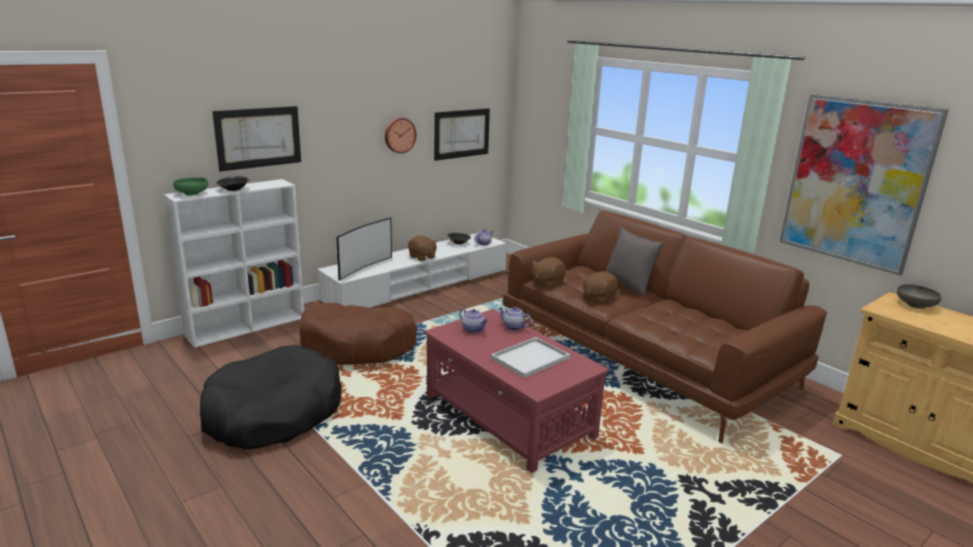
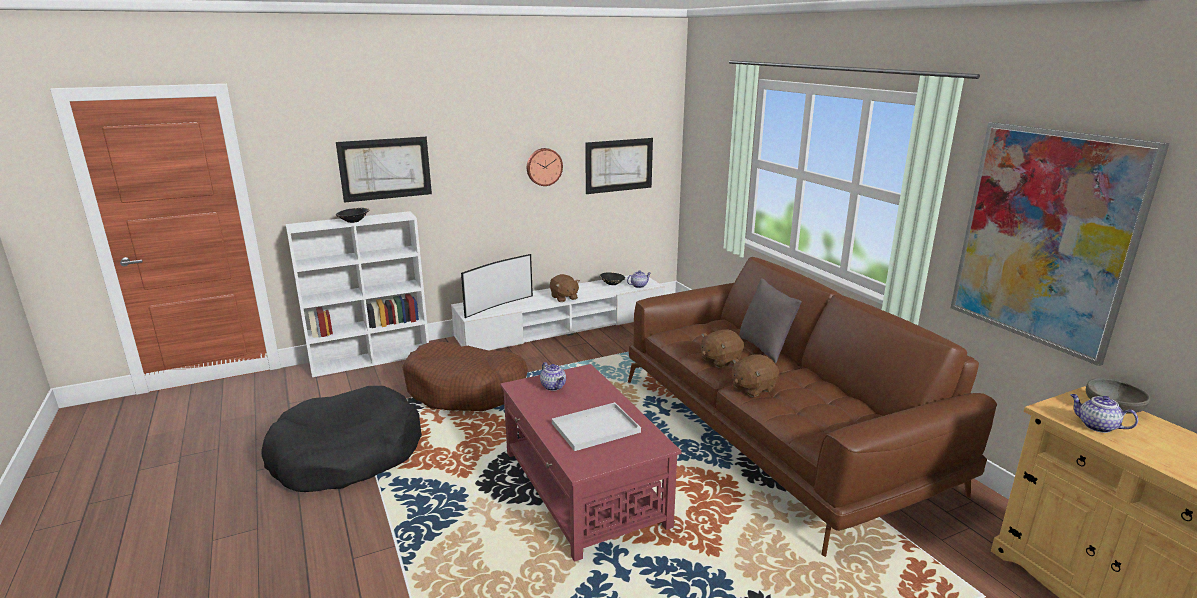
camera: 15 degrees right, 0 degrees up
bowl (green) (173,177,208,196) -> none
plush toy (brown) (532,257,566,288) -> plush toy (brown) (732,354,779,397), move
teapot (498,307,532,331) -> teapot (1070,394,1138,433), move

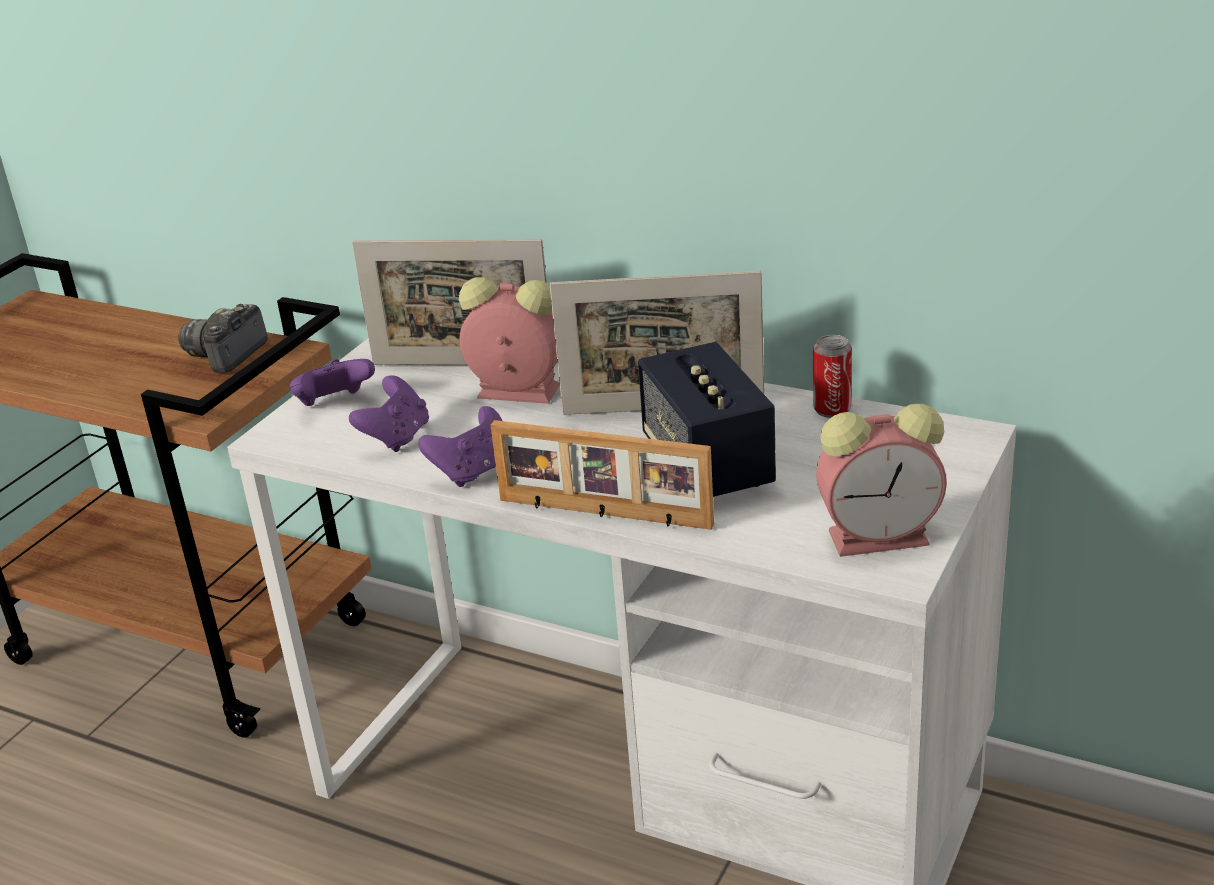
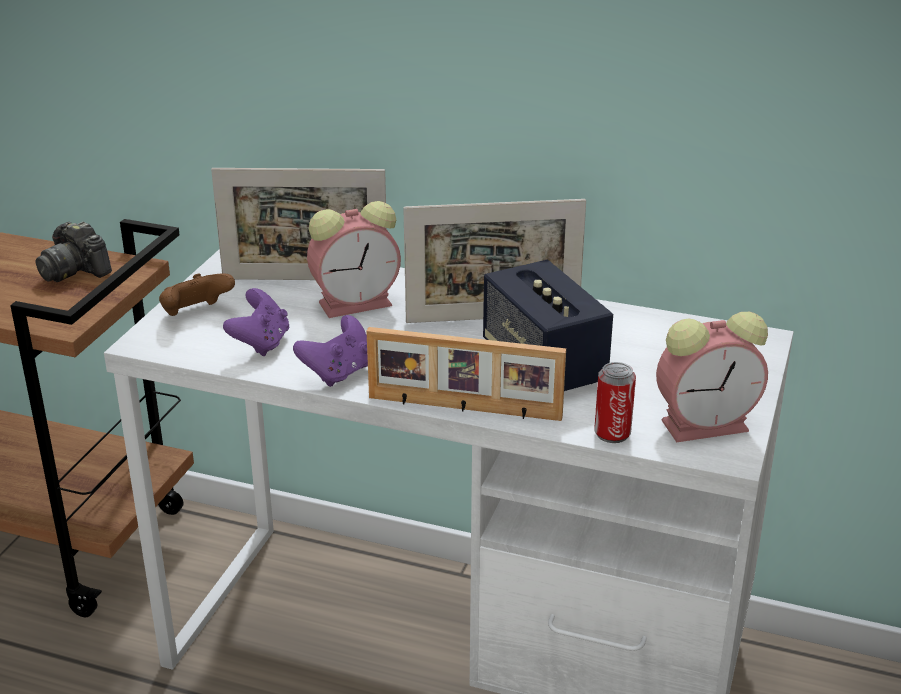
camera: 10 degrees left, 0 degrees up
alarm clock (459,277,560,404) -> alarm clock (307,201,401,318), 150 degrees clockwise
photo camera (178,304,268,373) -> photo camera (35,221,112,282), 60 degrees counterclockwise
can (813,335,852,418) -> can (594,362,636,443), move
game controller (purple) (290,359,375,406) -> game controller (brown) (159,273,235,316)

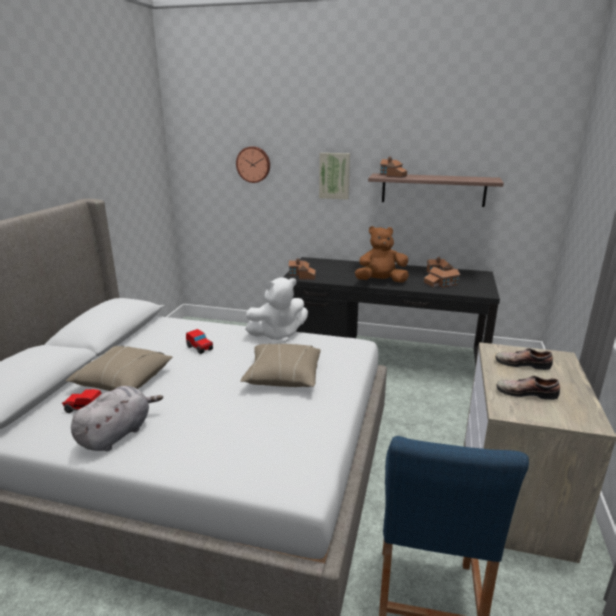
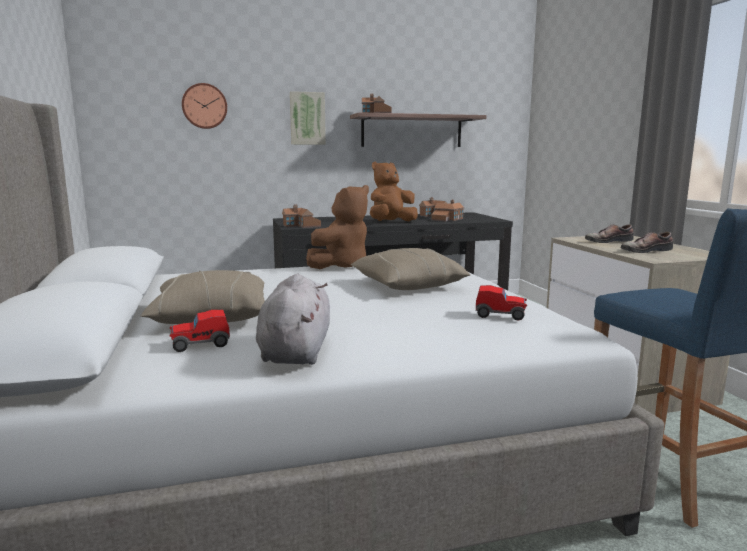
camera: 30 degrees left, 10 degrees down
plush toy (white) (245,277,308,343) -> plush toy (brown) (306,185,369,269)
toy car (186,329,213,354) -> toy car (476,285,527,320), move

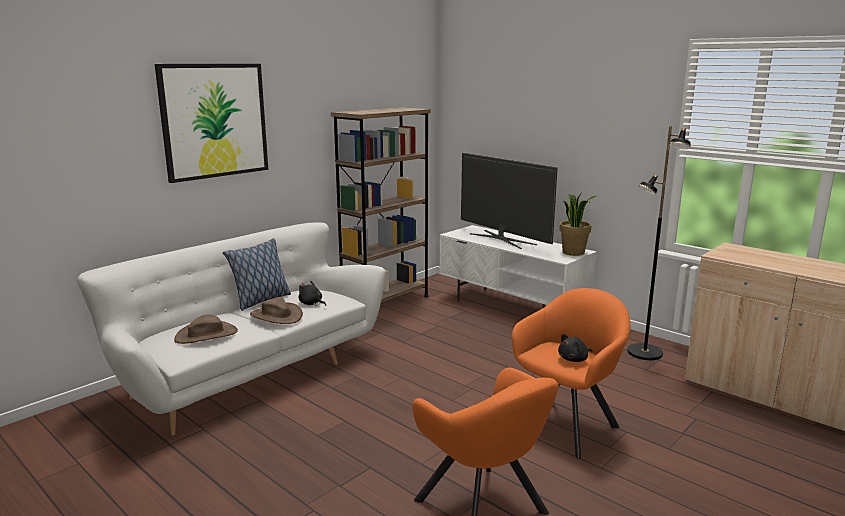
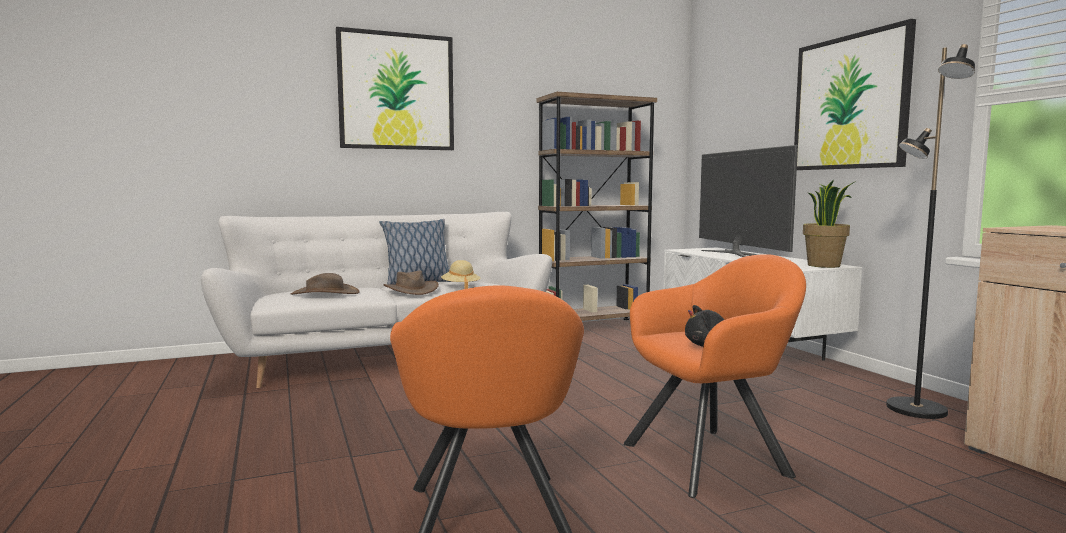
camera: 25 degrees right, 10 degrees down
plush toy (black) (299,281,326,306) -> hat (beige) (441,260,480,289)
none -> picture (794,19,916,170)

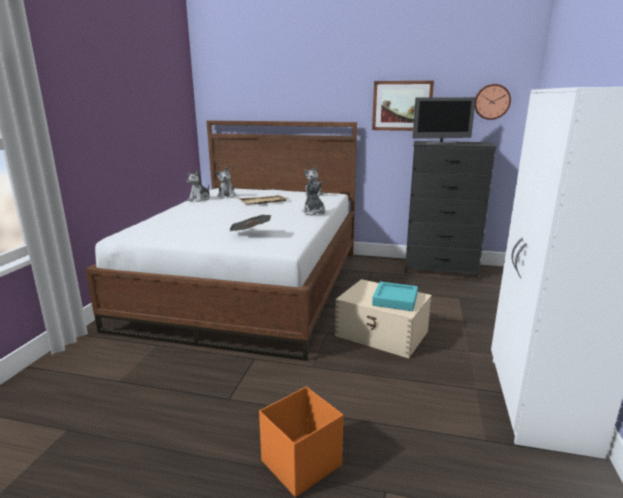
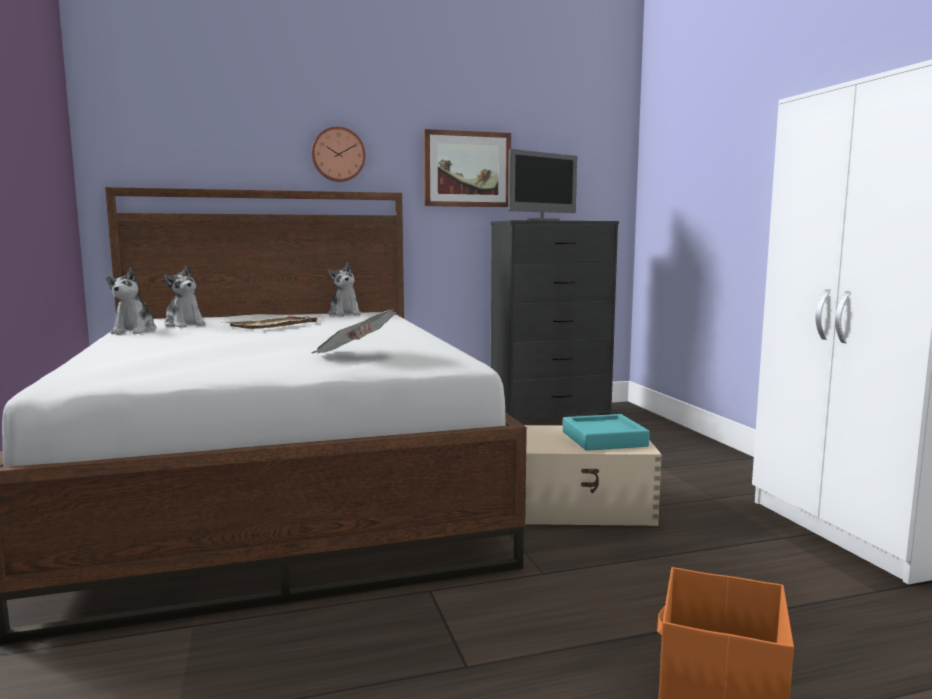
camera: 30 degrees left, 10 degrees down
wall clock (475,84,511,120) -> wall clock (311,126,366,182), move
plush toy (301,178,325,215) -> none

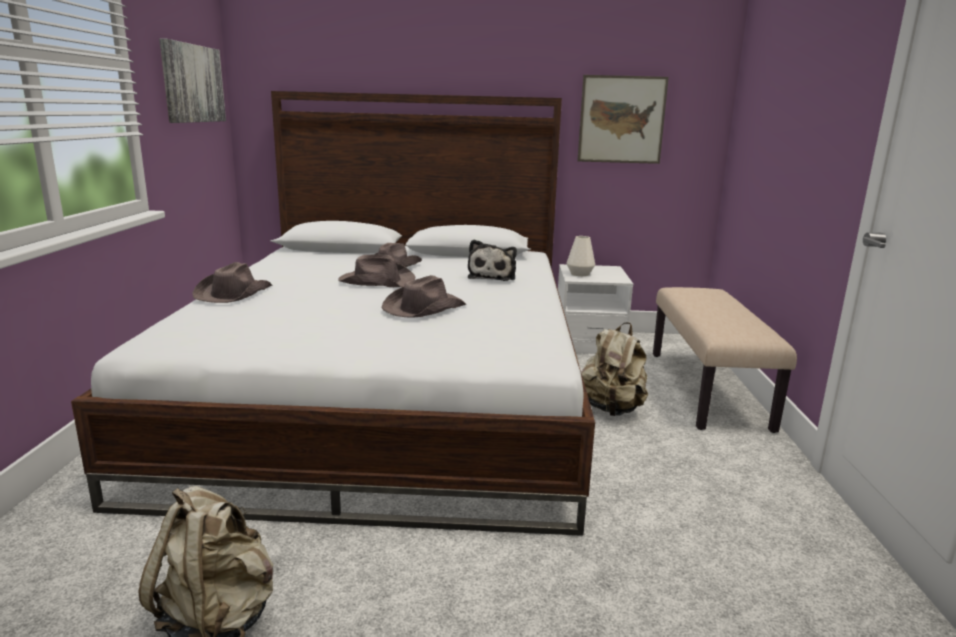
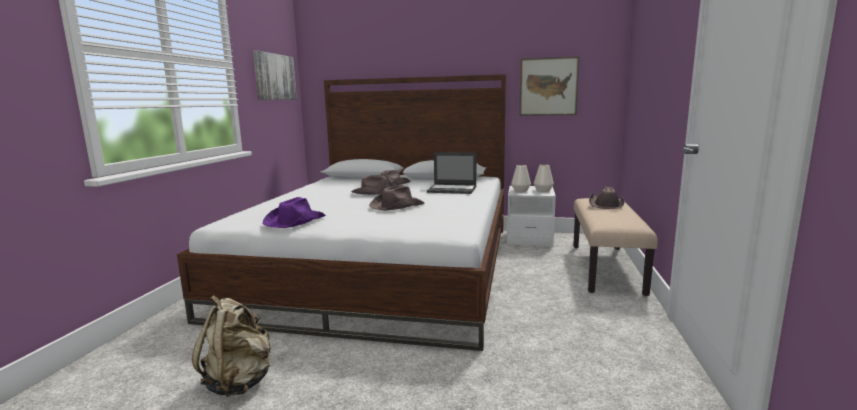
camera: 10 degrees right, 5 degrees down
plush toy (468,240,517,281) -> laptop (427,152,476,194)
hat (brown) (193,262,272,303) -> hat (brown) (589,186,624,209), move
backpack (beige) (581,322,648,416) -> none
none -> vase (white) (534,165,554,192)
none -> hat (purple) (263,197,326,228)

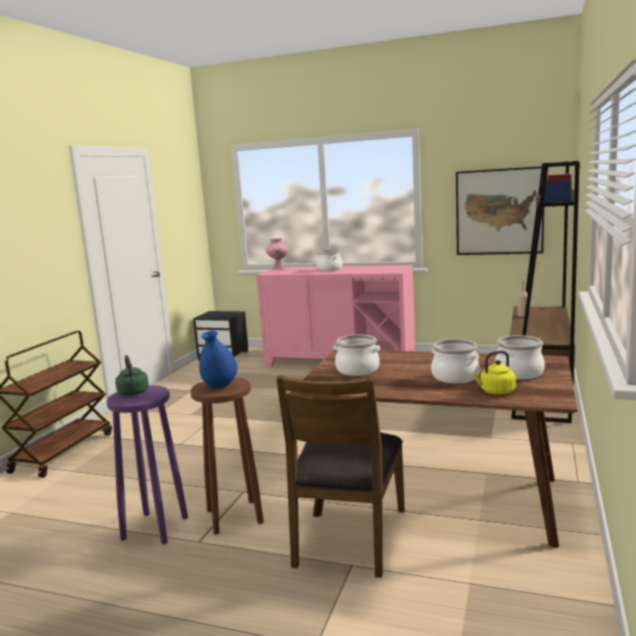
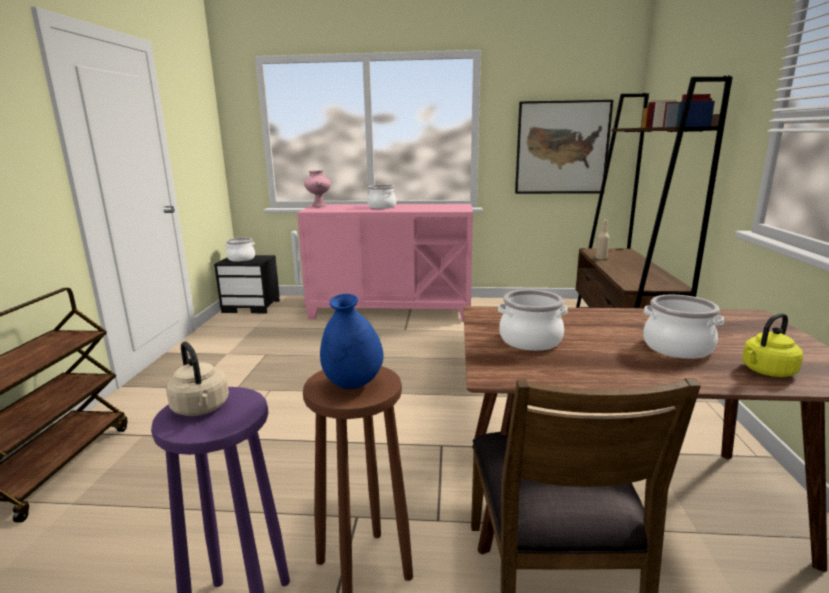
camera: 15 degrees left, 5 degrees up
cooking pot (495,335,545,380) -> cooking pot (225,238,255,262), move
kettle (green) (115,355,149,396) -> kettle (beige) (166,342,229,416)

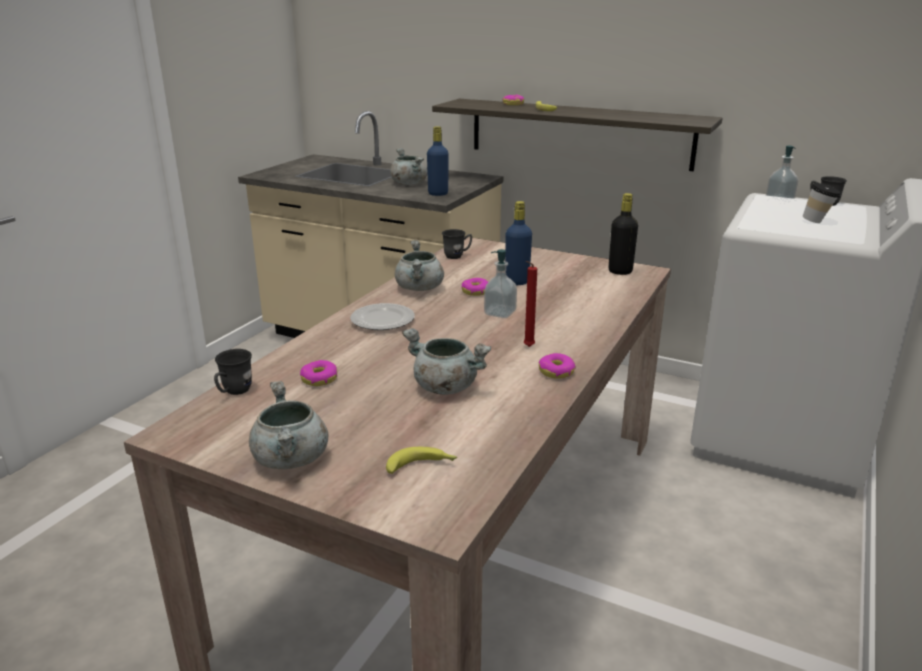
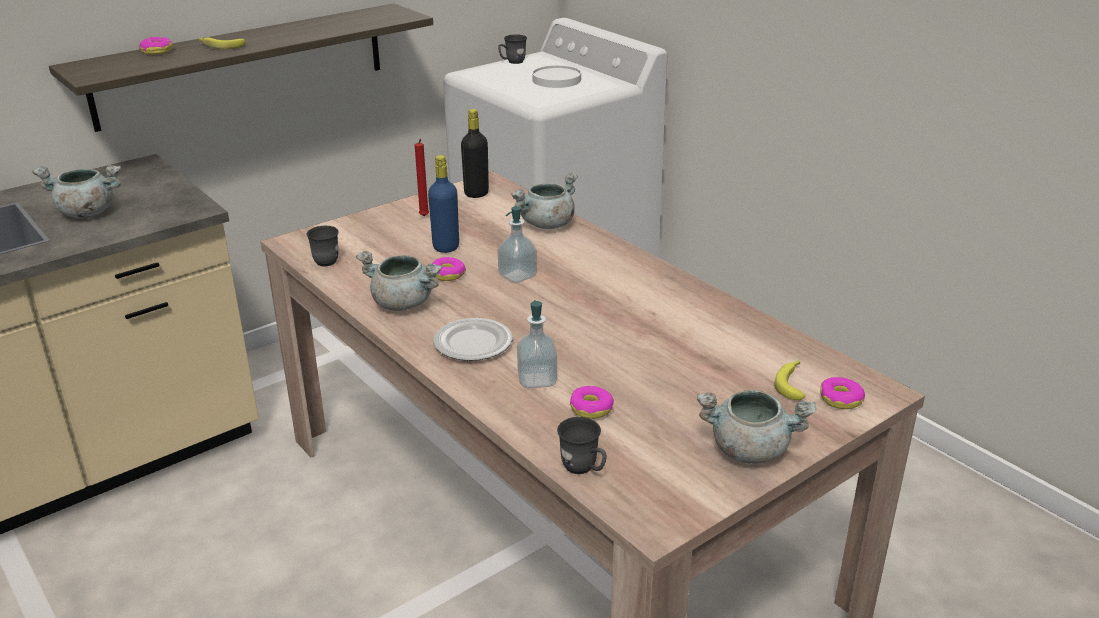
camera: 65 degrees left, 5 degrees up
bottle (blue) (427,126,449,196) -> none
soap dispenser (766,146,799,203) -> soap dispenser (517,300,557,388), move
cup (803,183,841,223) -> plate (white) (532,65,581,88)
candle (red) (524,261,537,347) -> candle (red) (415,139,429,216), move
cooking pot (grey) (402,328,491,395) -> cooking pot (grey) (510,173,578,229), move
donut (538,353,576,379) -> donut (820,377,865,409), move

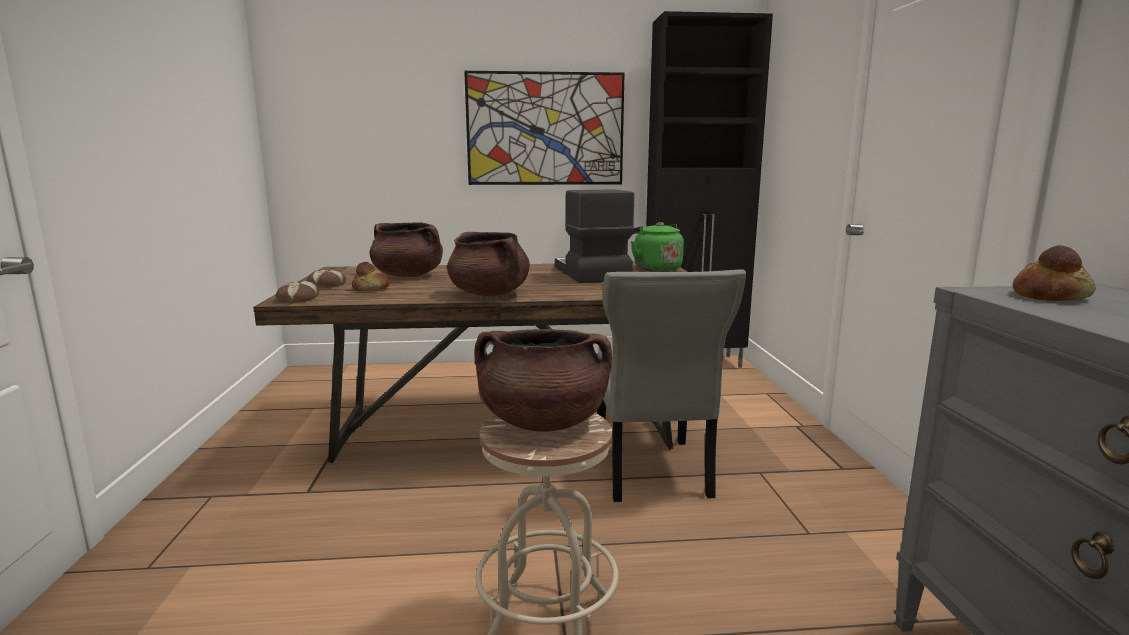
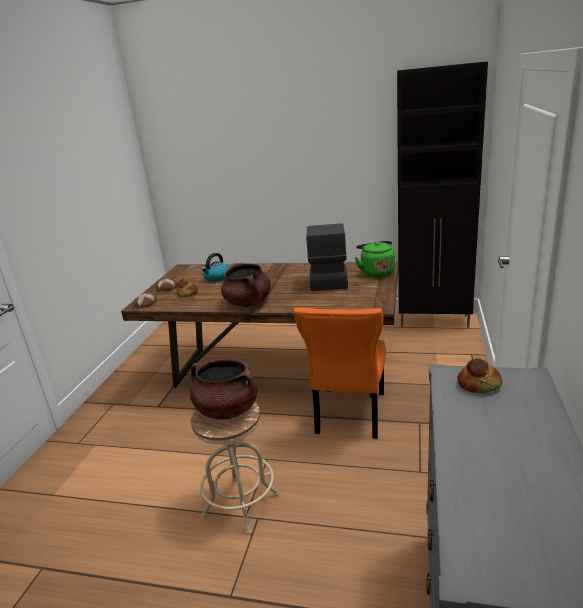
camera: 20 degrees right, 10 degrees up
picture (464,71,625,185) -> none
cooking pot (brown) (369,222,443,277) -> kettle (202,253,229,282)
chair (grey) (597,269,746,502) -> chair (orange) (294,307,386,439)

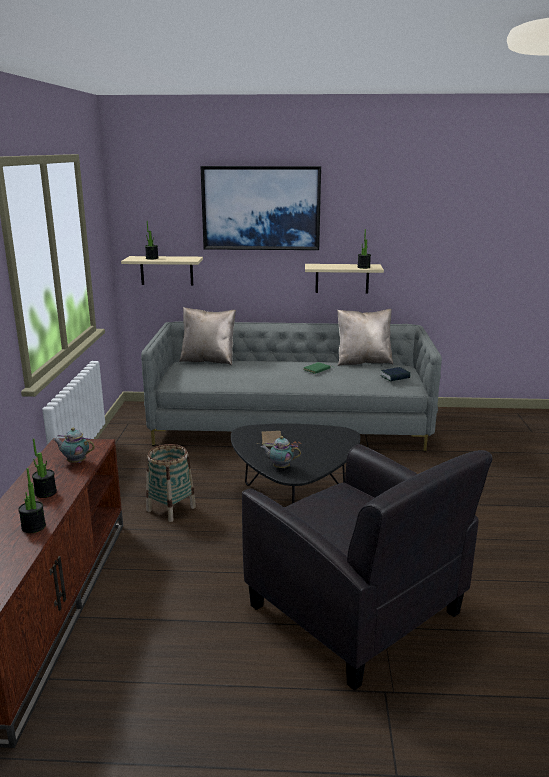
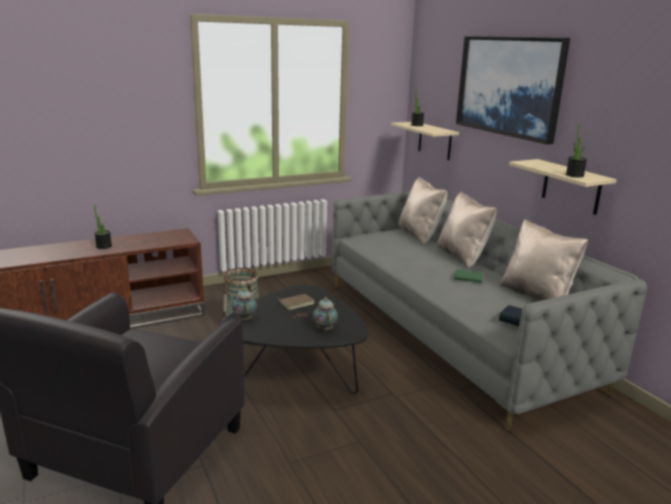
camera: 60 degrees right, 0 degrees up
teapot (54,428,95,463) -> teapot (313,297,338,331), move
potted plant (18,468,46,533) -> none
none -> pillow (beige) (437,192,497,268)

